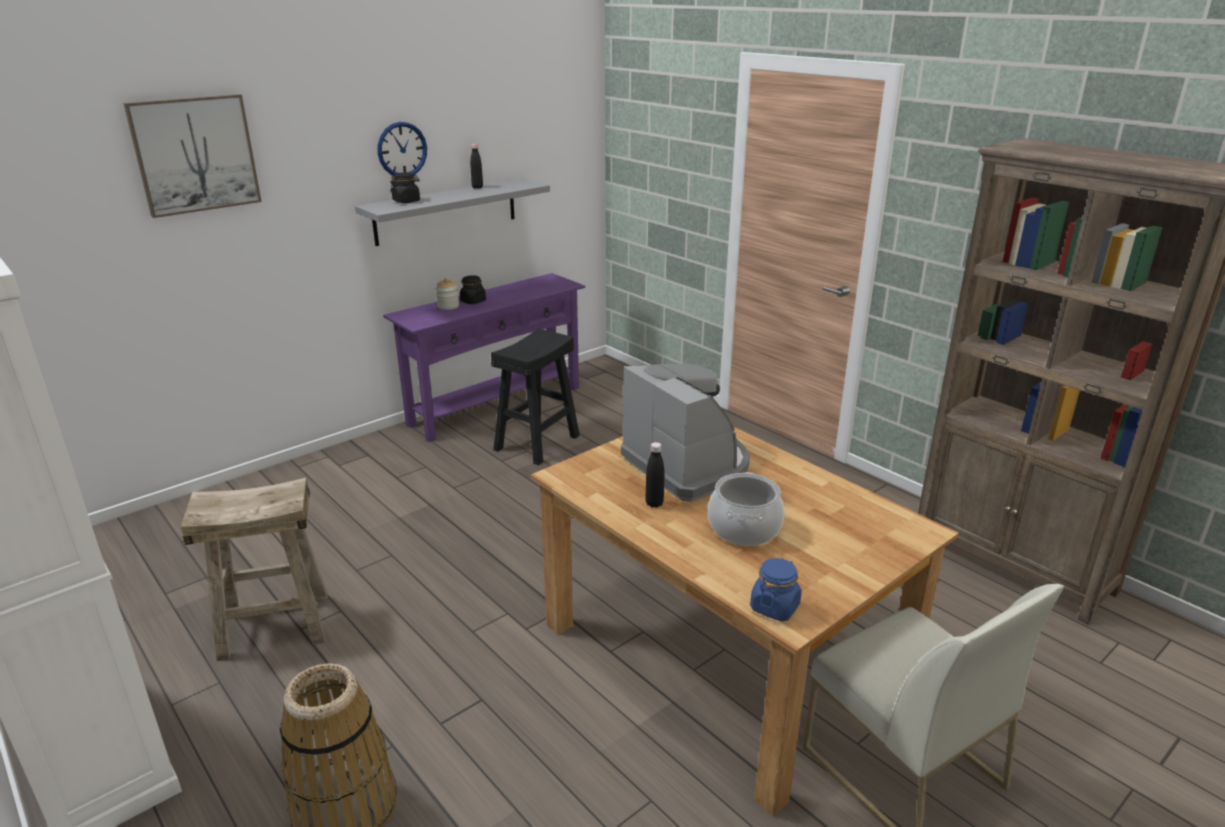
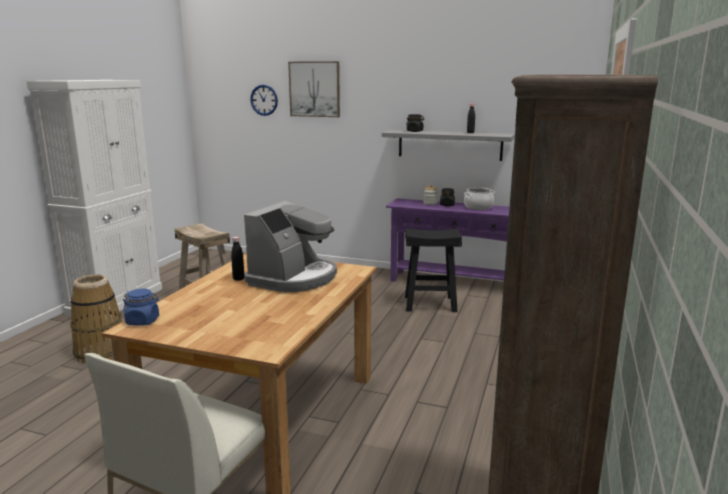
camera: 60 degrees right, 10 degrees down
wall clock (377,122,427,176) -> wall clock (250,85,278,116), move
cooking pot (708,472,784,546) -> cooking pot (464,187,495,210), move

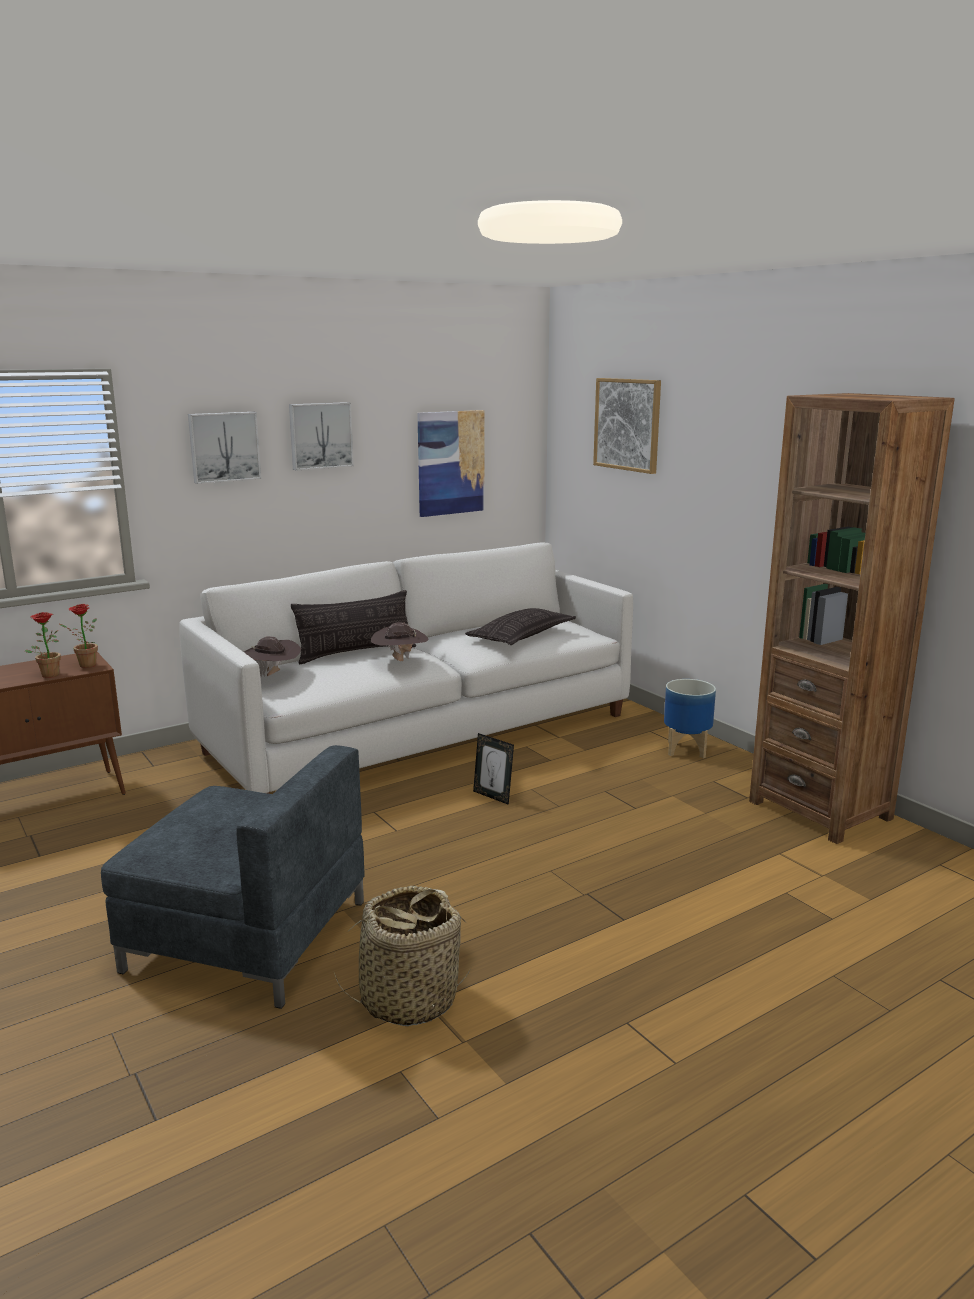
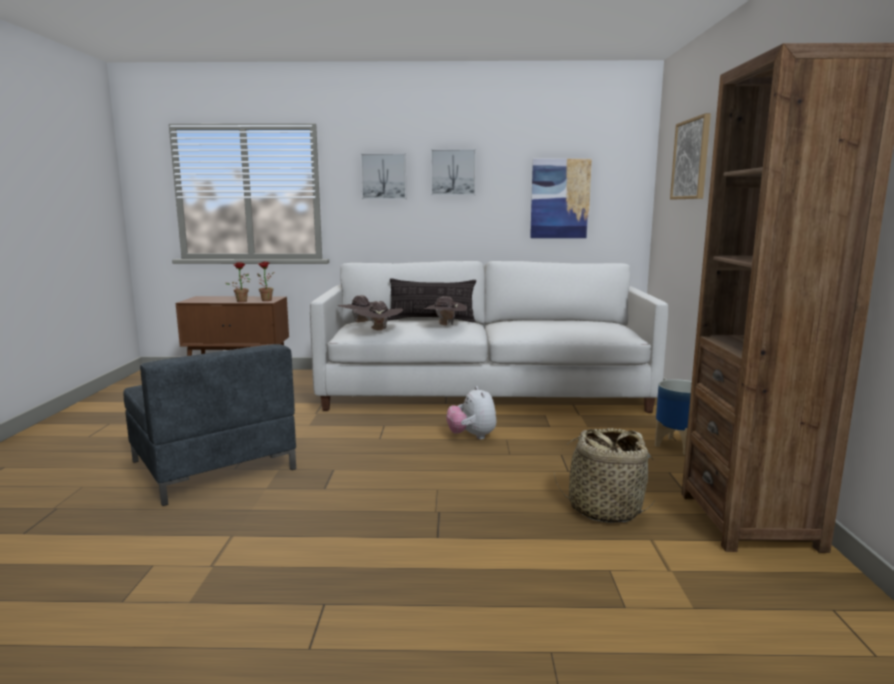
camera: 35 degrees right, 5 degrees down
pillow (465,608,576,645) -> none
picture frame (473,733,514,805) -> plush toy (446,386,496,439)
basket (334,886,470,1026) -> basket (554,428,654,523), move
none -> hat (brown) (354,301,404,331)

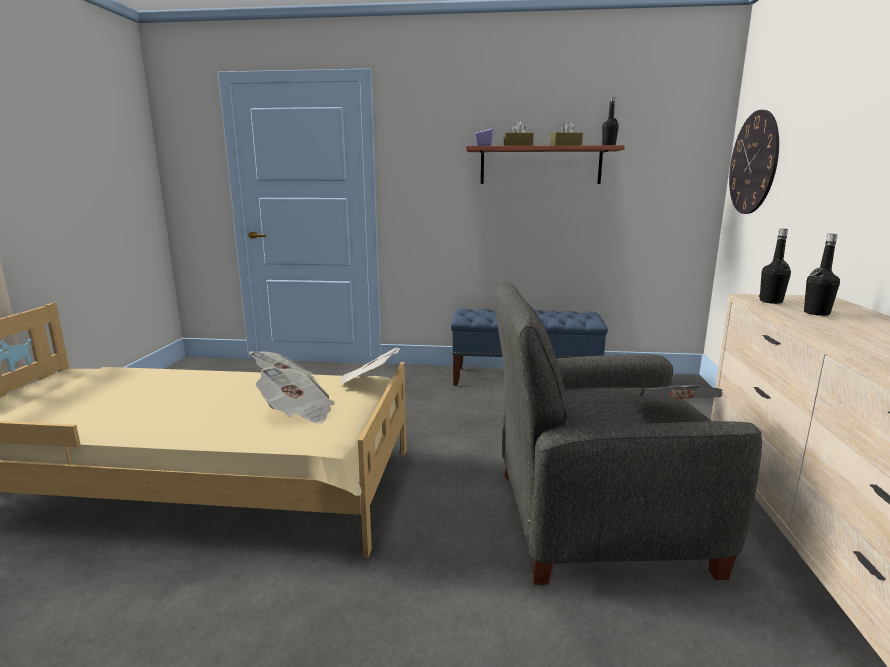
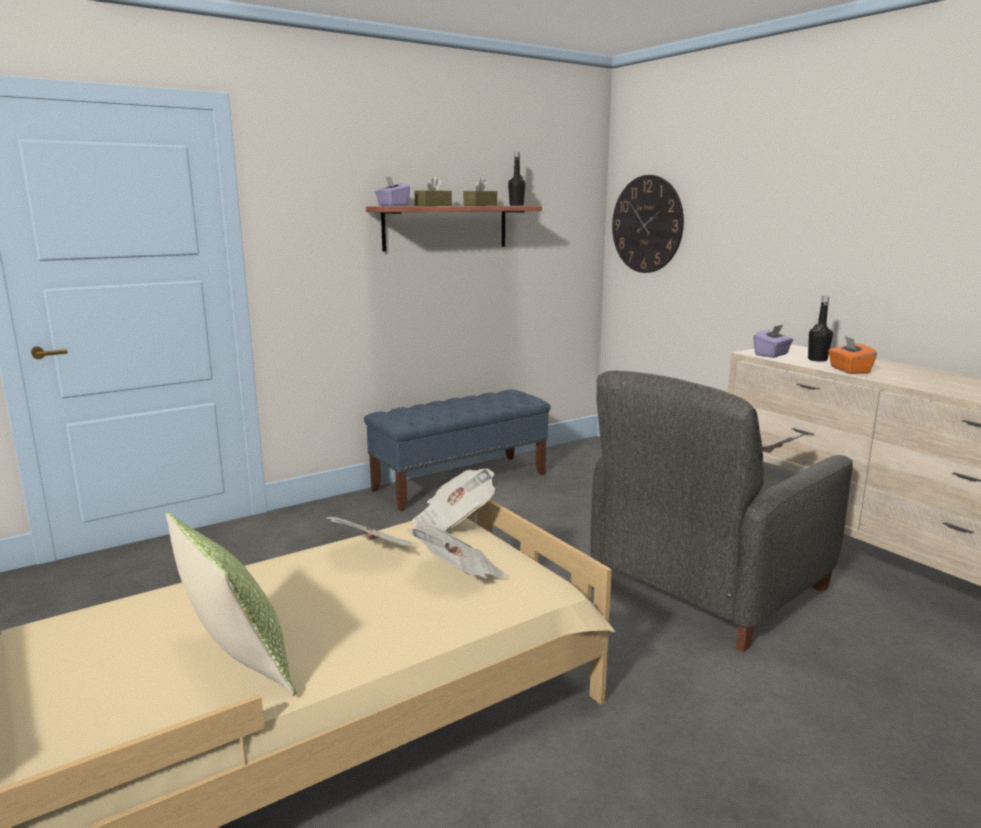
camera: 40 degrees left, 0 degrees up
bottle (black) (759,229,791,304) -> tissue box (purple) (753,324,793,358)
none -> tissue box (orange) (828,336,877,374)
none -> pillow (166,512,296,696)

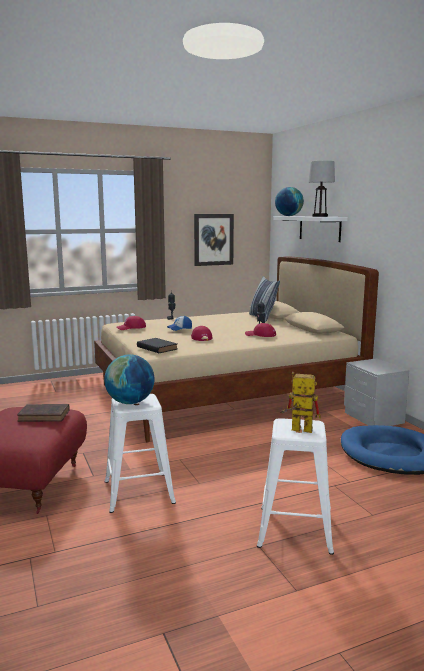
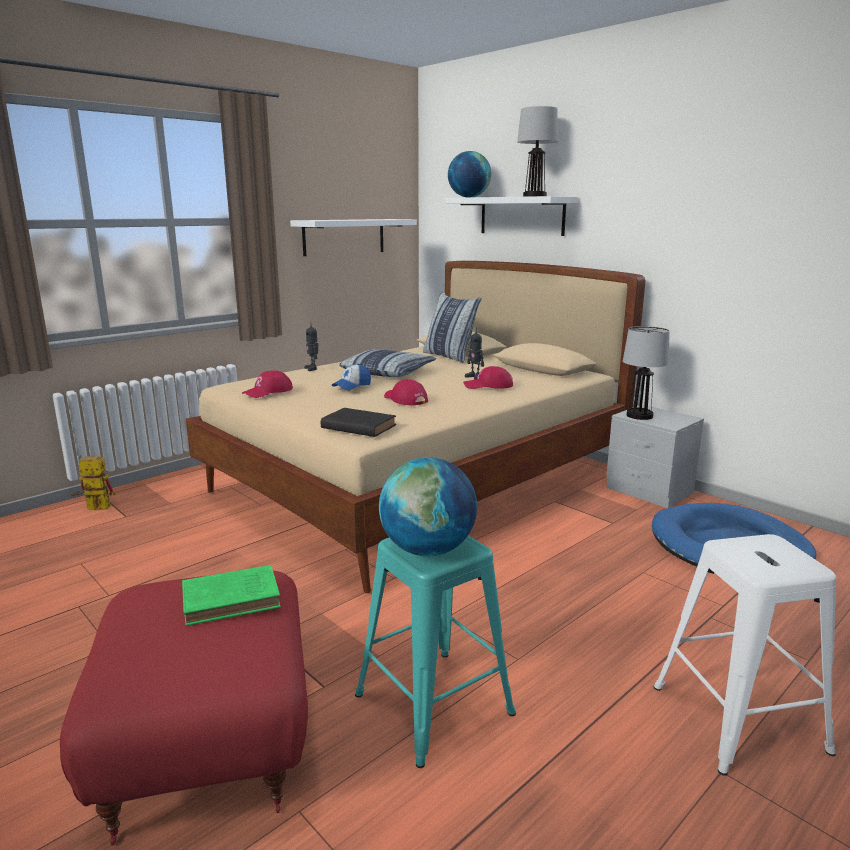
camera: 20 degrees left, 5 degrees up
picture (194,214,234,266) -> shelf (white) (290,219,417,256)
toy robot (280,372,321,433) -> toy robot (71,456,116,510), move
stool (white) (105,394,176,513) -> stool (turquoise) (355,536,516,768)
book (brown) (17,404,70,422) -> book (green) (182,565,281,626)
none -> table lamp (623,326,670,420)
none -> pillow (339,349,436,377)

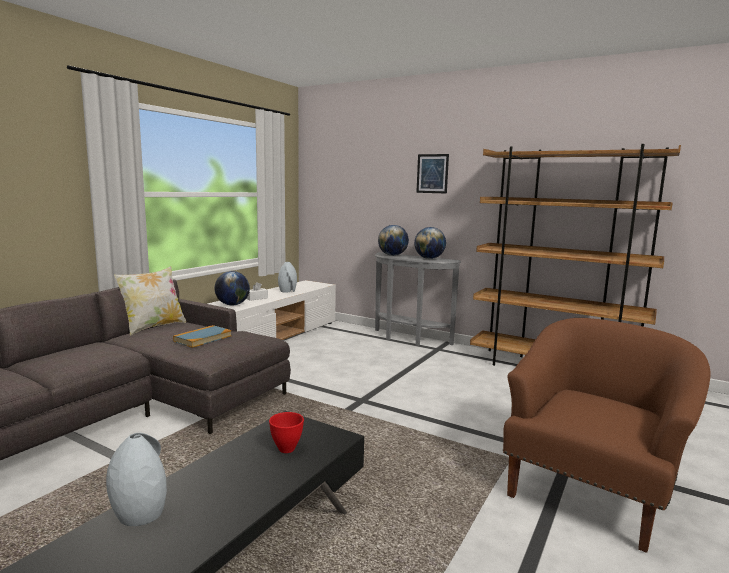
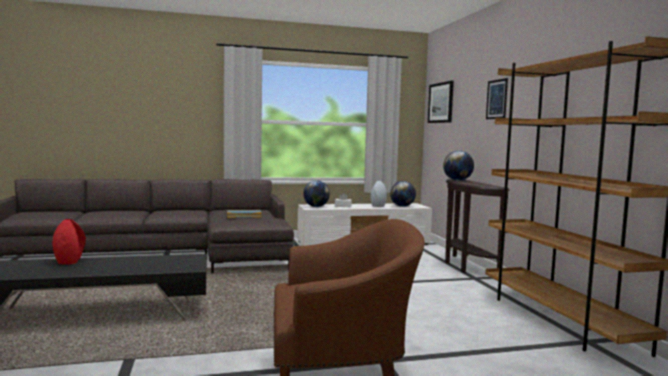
camera: 45 degrees right, 5 degrees down
globe (414,227,446,259) -> globe (390,181,416,207), move
console table (grey) (375,252,461,346) -> console table (brown) (445,179,509,273)
pillow (114,266,186,336) -> none
bowl (red) (269,412,304,453) -> none
vase (grey) (106,433,167,526) -> vase (red) (52,219,86,265)
none -> picture (428,81,454,123)

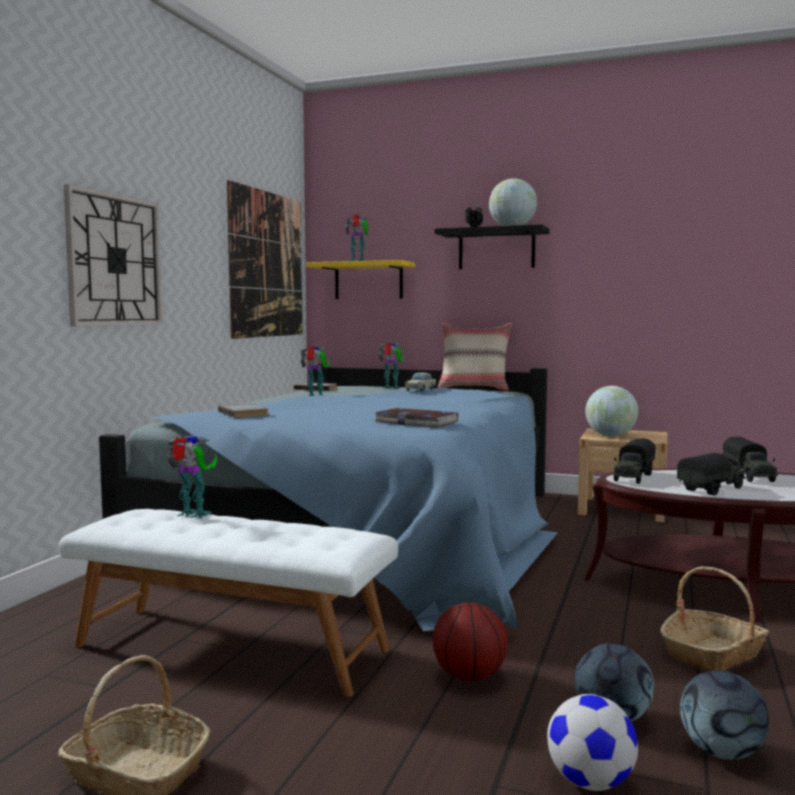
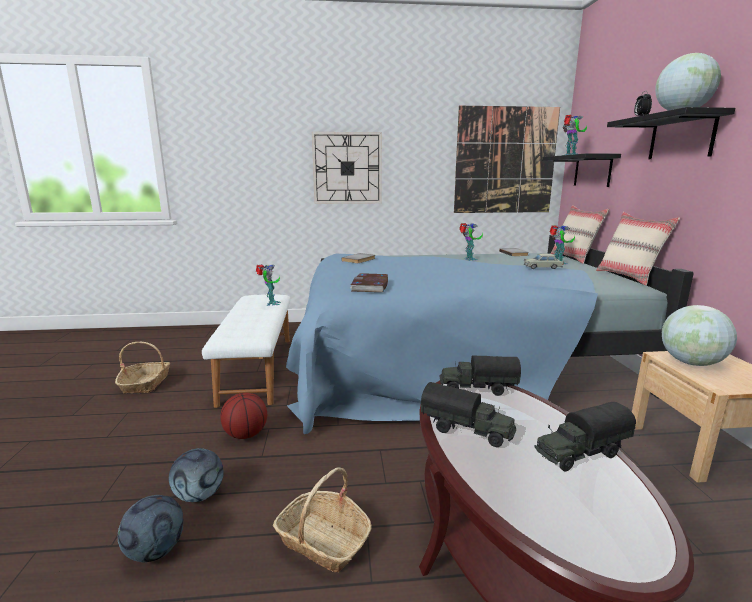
camera: 65 degrees right, 10 degrees up
shelf (yellow) (306,260,415,299) -> shelf (black) (542,153,621,187)
football (547,694,638,791) -> none
none -> pillow (beige) (551,205,609,264)

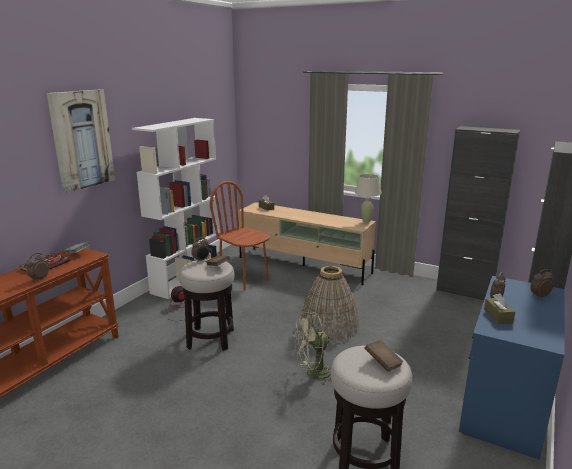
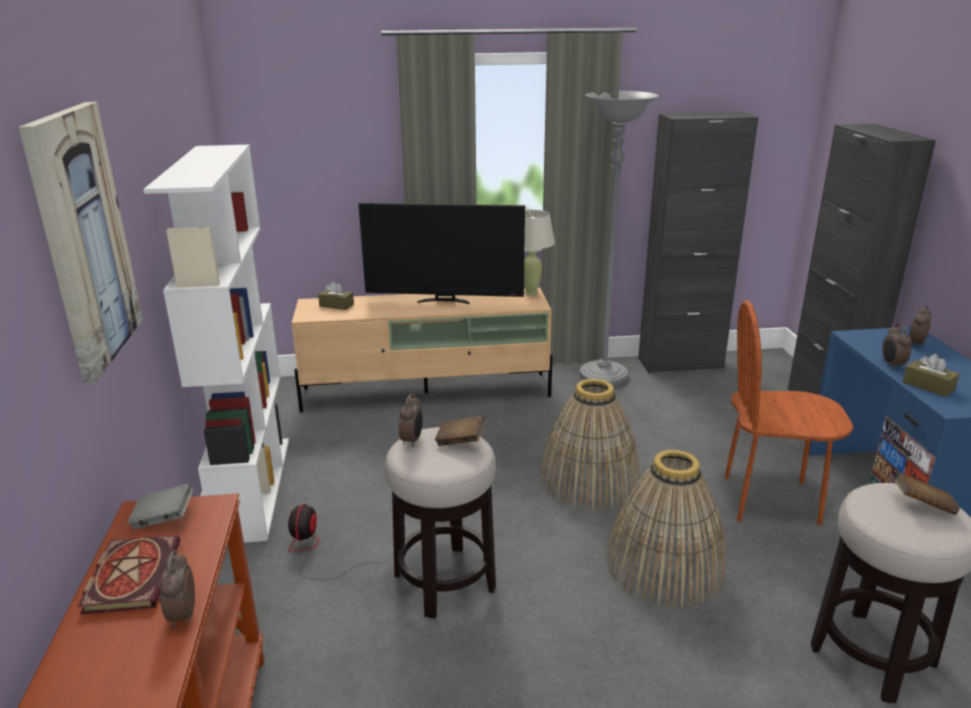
camera: 35 degrees left, 5 degrees up
chair (brown) (210,181,270,290) -> chair (brown) (725,300,853,525), move
fan (green) (294,312,332,385) -> basket (606,450,726,608)
none -> floor lamp (grey) (580,91,658,386)
none -> television (359,203,525,304)

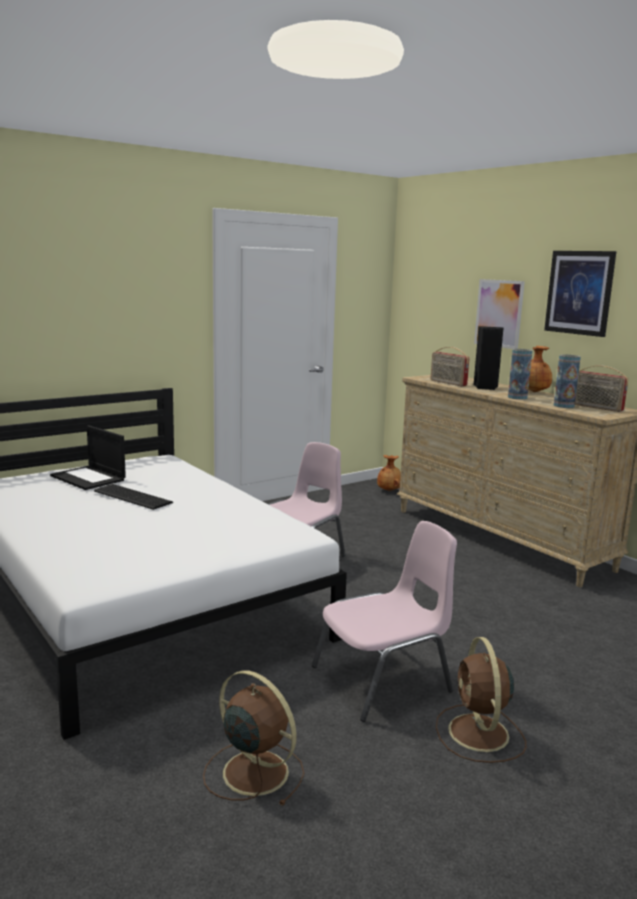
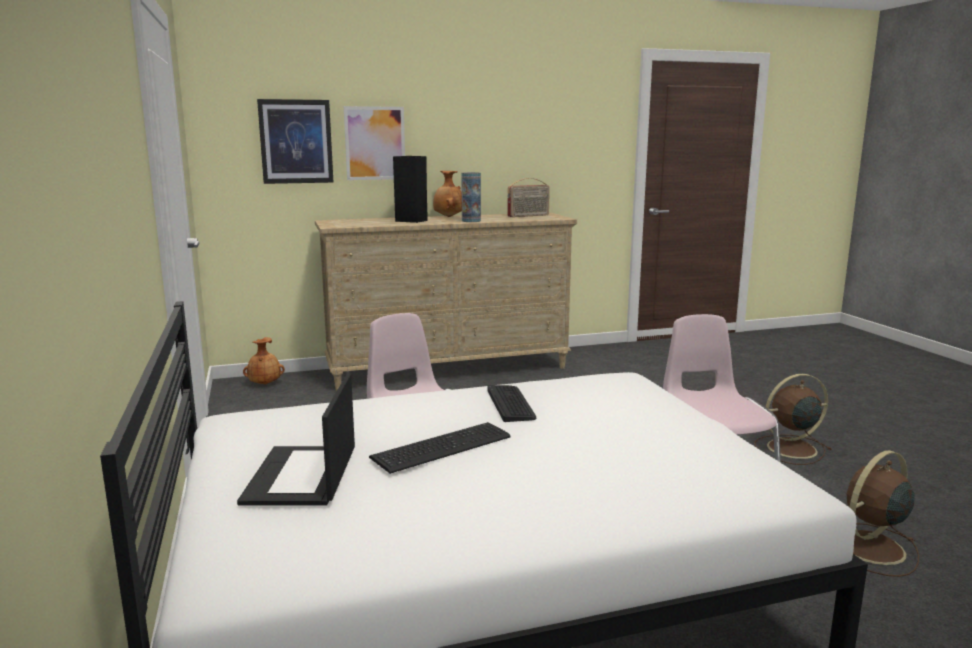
camera: 70 degrees left, 0 degrees up
picture (544,251,617,337) -> picture (257,99,333,184), move
radio (430,347,469,386) -> none
vase (554,354,581,408) -> none
laptop (50,425,126,490) -> laptop (237,374,355,506), 120 degrees clockwise
fan (brown) (436,637,526,763) -> fan (brown) (754,374,832,465), 150 degrees clockwise
none -> keyboard (487,385,536,422)

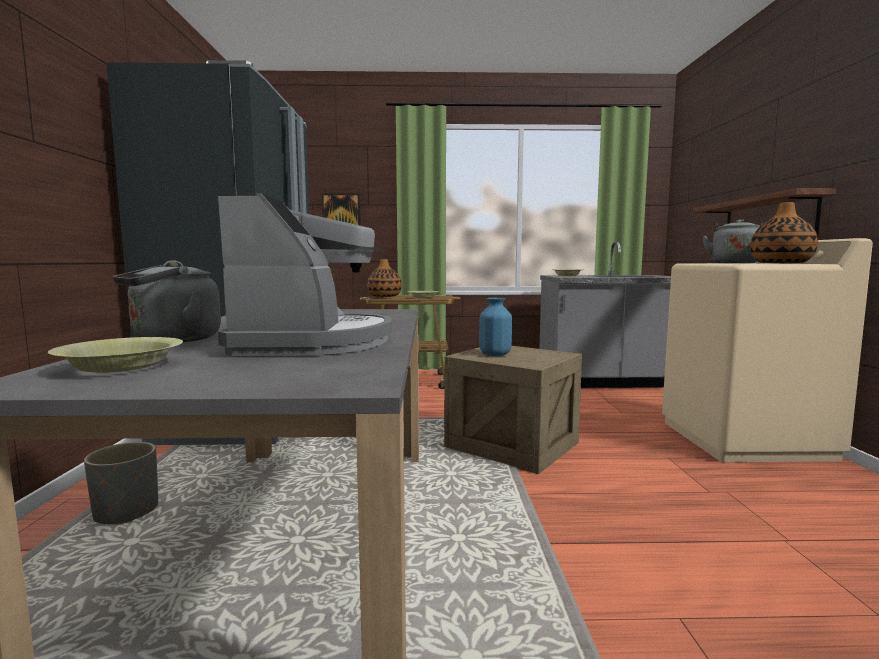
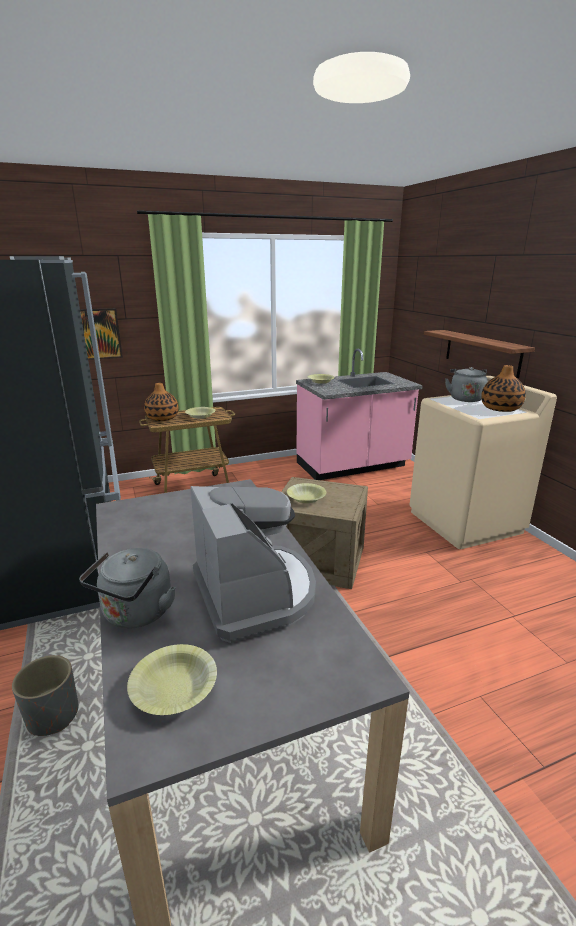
camera: 20 degrees left, 15 degrees up
counter (grey) (539,241,671,388) -> counter (pink) (296,349,423,480)
vase (blue) (479,298,512,356) -> bowl (yellow) (287,483,326,503)

